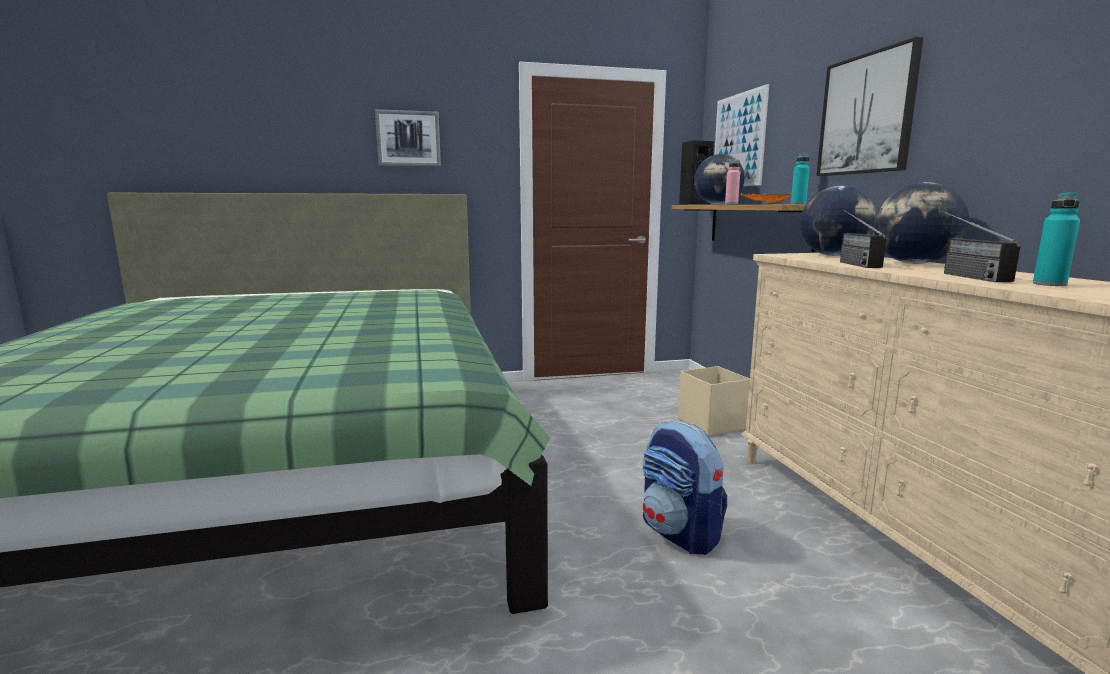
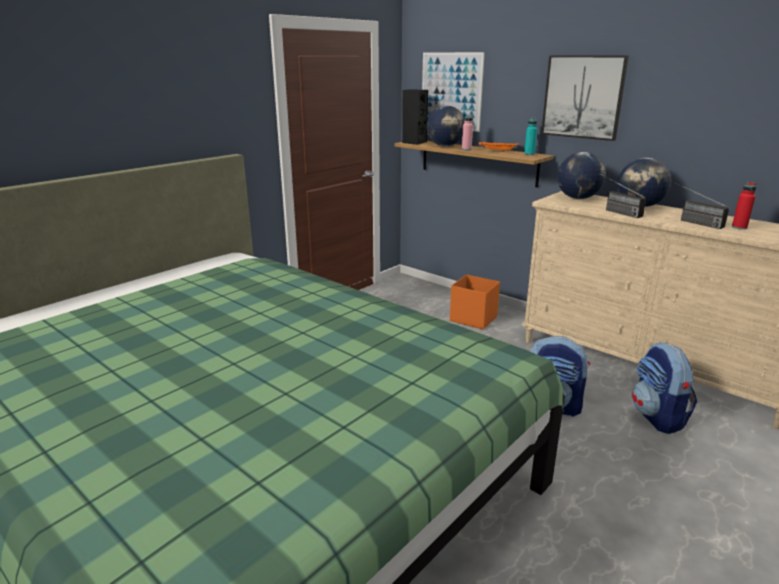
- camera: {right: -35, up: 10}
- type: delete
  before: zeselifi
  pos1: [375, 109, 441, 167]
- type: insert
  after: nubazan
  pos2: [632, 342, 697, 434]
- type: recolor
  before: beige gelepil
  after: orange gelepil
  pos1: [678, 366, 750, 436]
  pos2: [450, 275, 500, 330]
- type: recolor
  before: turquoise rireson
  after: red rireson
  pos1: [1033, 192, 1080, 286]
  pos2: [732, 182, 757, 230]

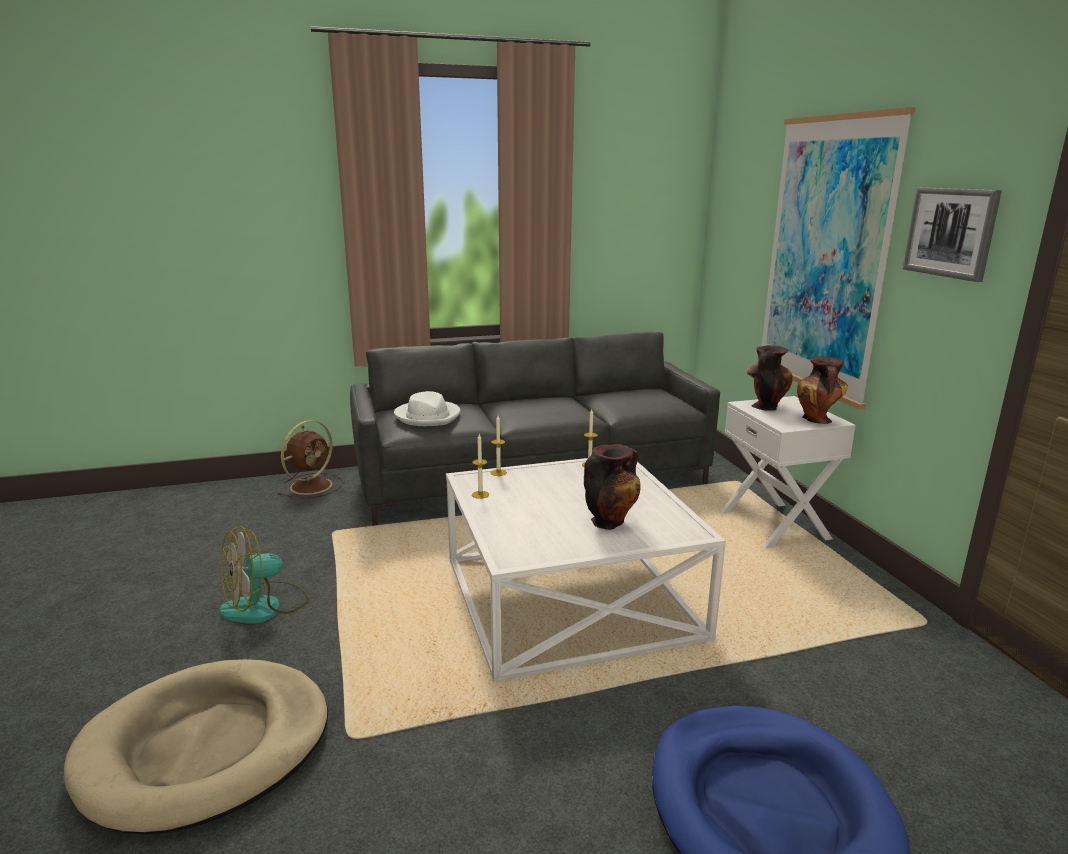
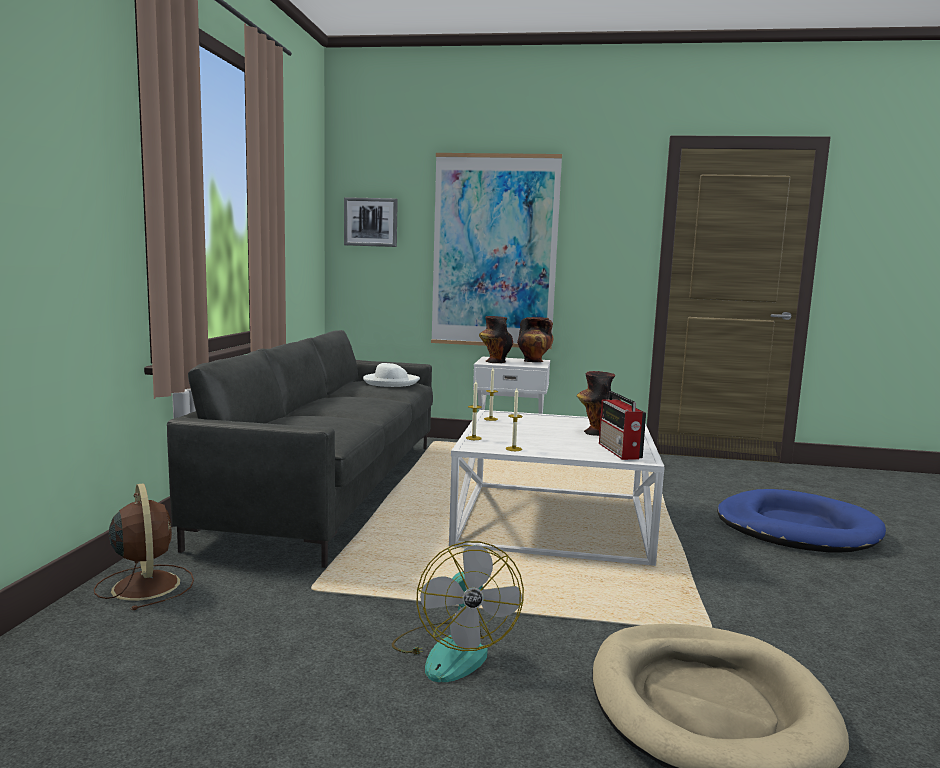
- camera: {right: -65, up: -10}
- type: insert
  after: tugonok
  pos2: [599, 391, 646, 460]
- type: move
  before: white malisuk
  pos1: [394, 391, 461, 426]
  pos2: [363, 363, 420, 387]
- type: move
  before: zeselifi
  pos1: [903, 187, 1002, 282]
  pos2: [344, 197, 398, 247]

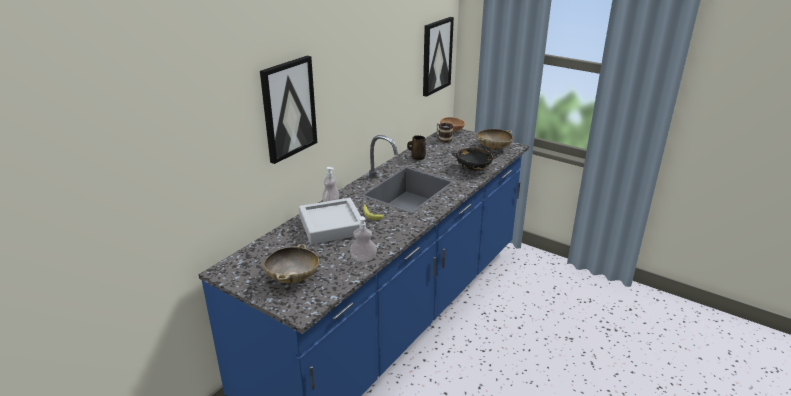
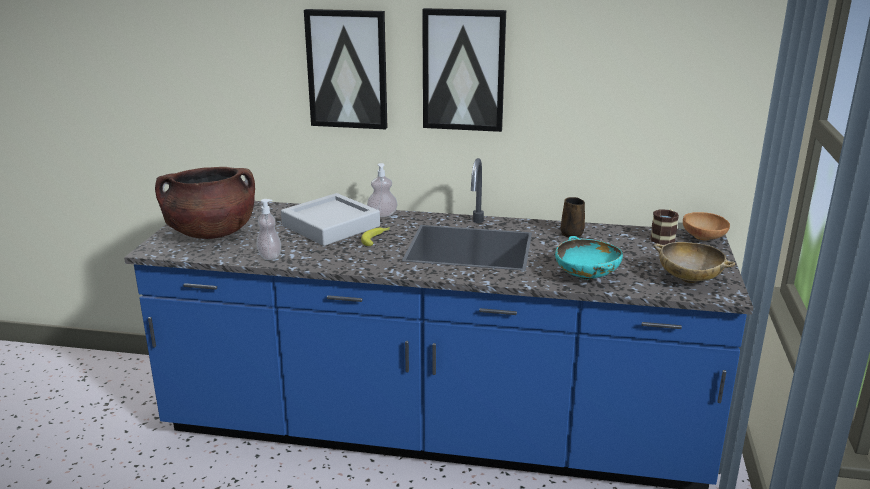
- camera: {right: 65, up: -5}
- type: move
  before: zeselifi
  pos1: [423, 17, 454, 97]
  pos2: [422, 8, 506, 132]
- type: replace
  before: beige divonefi
  after: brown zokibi
  pos1: [263, 244, 319, 283]
  pos2: [155, 167, 255, 239]
- type: recolor
  before: black divonefi
  after: turquoise divonefi
  pos1: [452, 148, 498, 171]
  pos2: [555, 236, 623, 280]

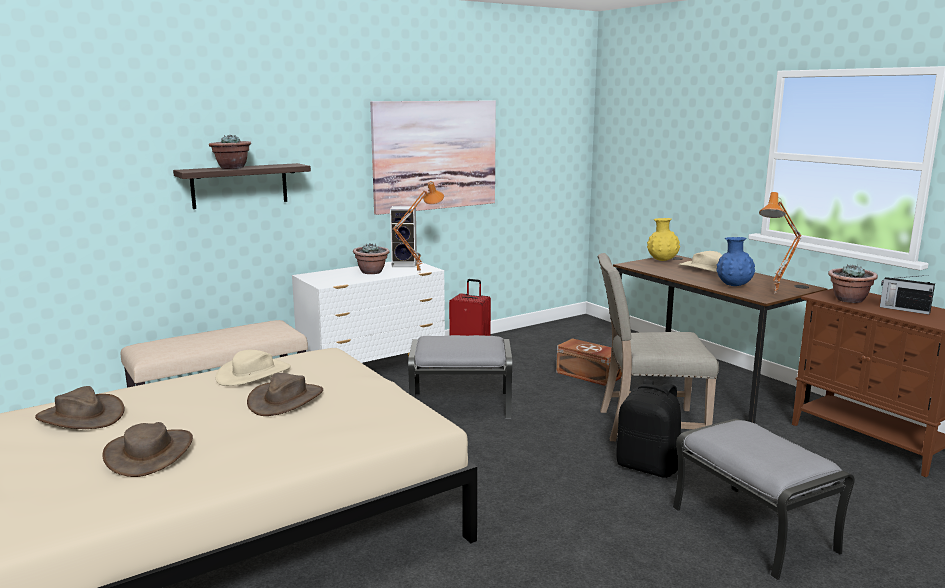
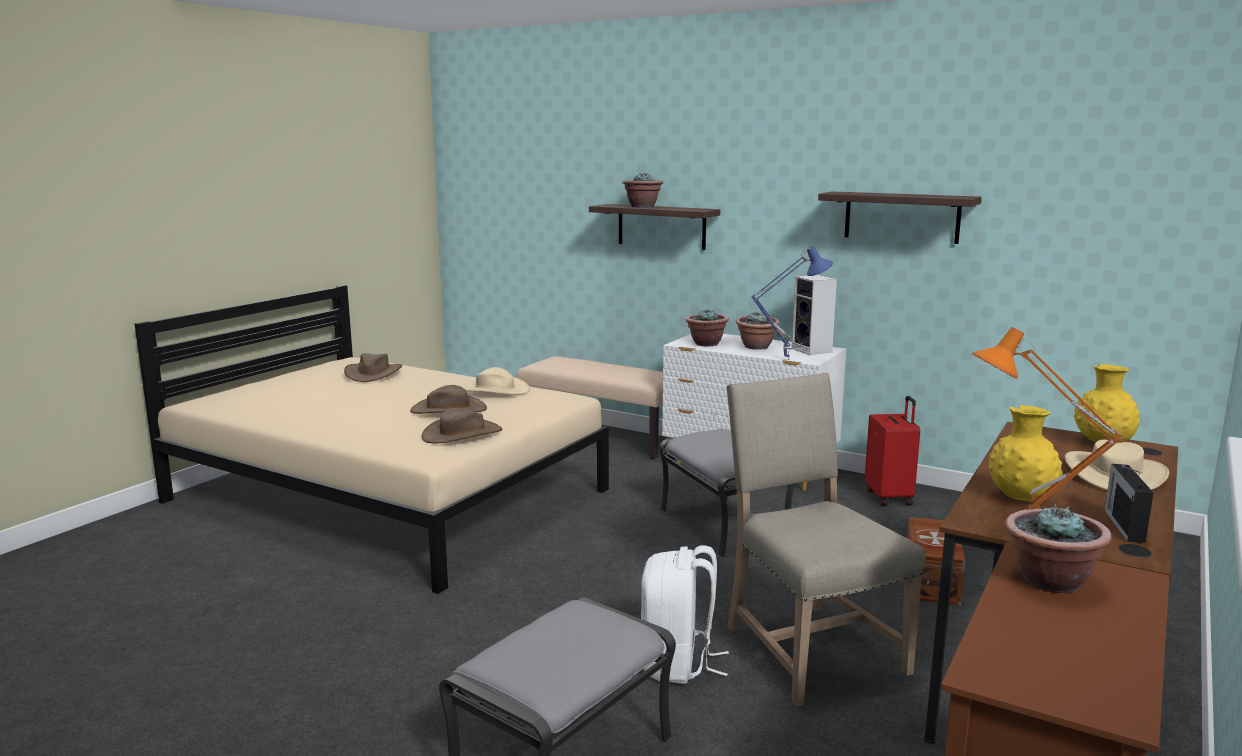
- camera: {right: 65, up: 0}
- type: insert
  after: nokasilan
  pos2: [685, 308, 729, 346]
- type: move
  before: brown malisuk
  pos1: [103, 422, 193, 477]
  pos2: [422, 408, 503, 443]
- type: move
  before: tugonok
  pos1: [880, 275, 935, 315]
  pos2: [1105, 464, 1154, 543]
- type: replace
  before: zeselifi
  after: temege
  pos1: [370, 101, 496, 215]
  pos2: [818, 191, 982, 244]
- type: recolor
  before: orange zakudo
  after: blue zakudo
  pos1: [392, 181, 444, 273]
  pos2: [751, 246, 833, 360]
- type: recolor
  before: black nubazan
  after: white nubazan
  pos1: [616, 379, 681, 478]
  pos2: [641, 545, 729, 684]
- type: recolor
  before: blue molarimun
  after: yellow molarimun
  pos1: [716, 237, 755, 286]
  pos2: [988, 405, 1063, 502]

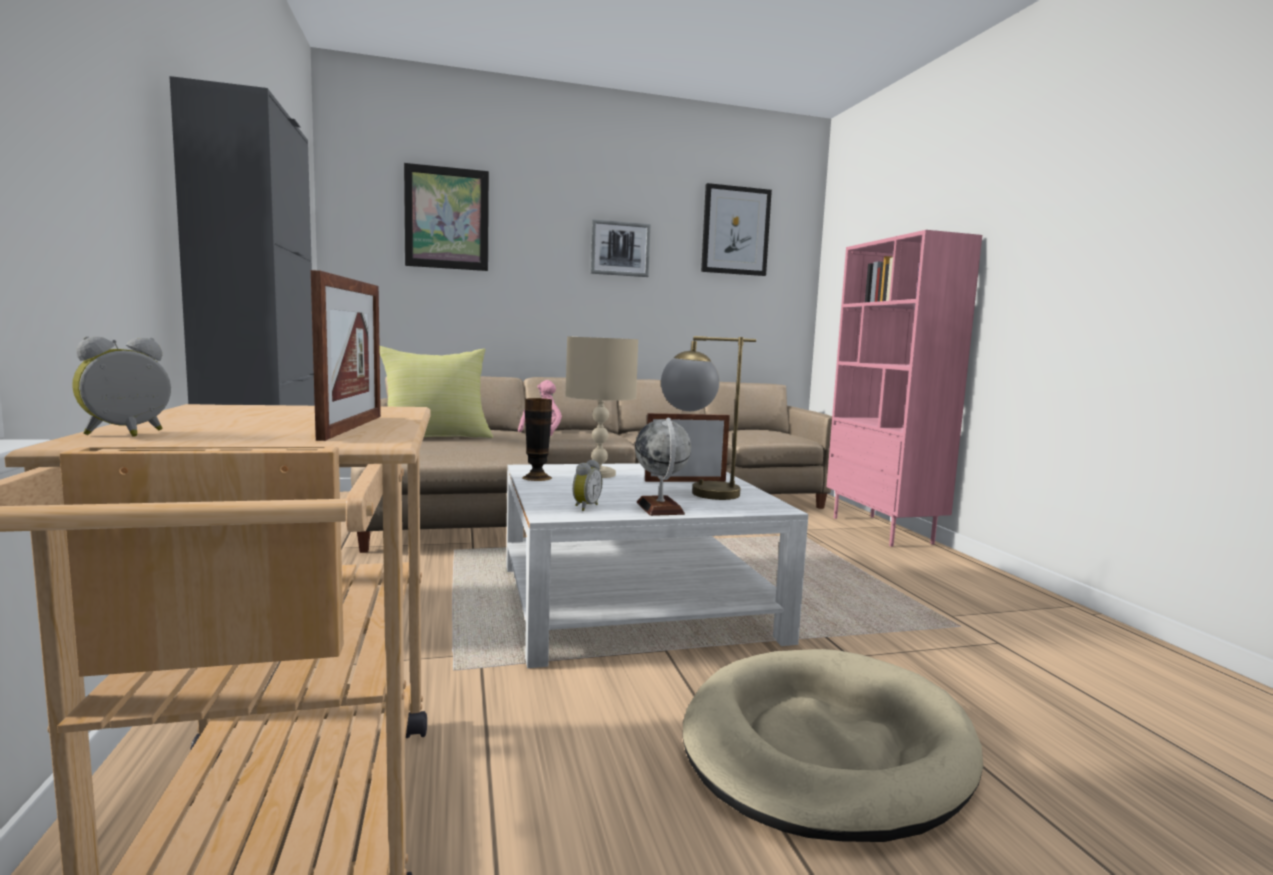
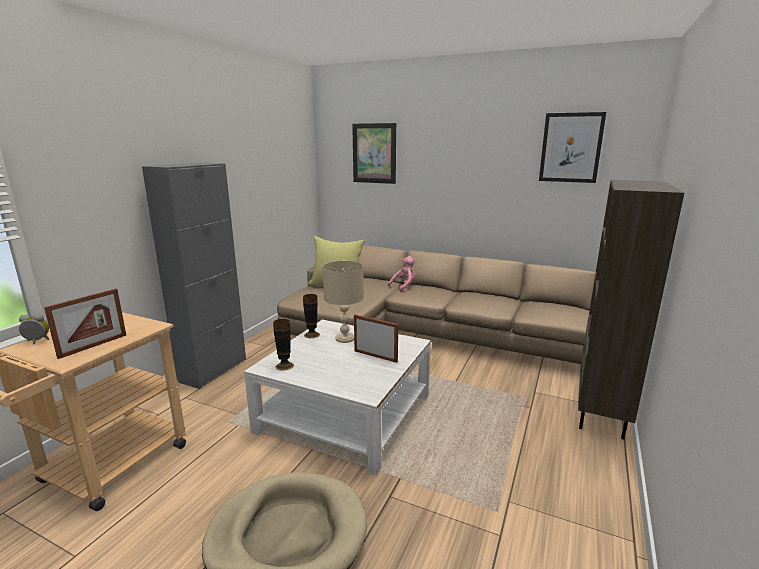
- camera: {right: 40, up: 10}
- type: delete
  before: zeselifi
  pos1: [590, 219, 651, 277]
- type: delete
  before: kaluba
  pos1: [635, 418, 691, 516]
- type: delete
  before: zakudo
  pos1: [661, 336, 756, 500]
- type: replace
  before: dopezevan
  after: molarimun
  pos1: [572, 460, 602, 511]
  pos2: [273, 319, 294, 371]
- type: recolor
  before: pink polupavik
  after: brown polupavik
  pos1: [827, 230, 982, 547]
  pos2: [578, 180, 684, 440]

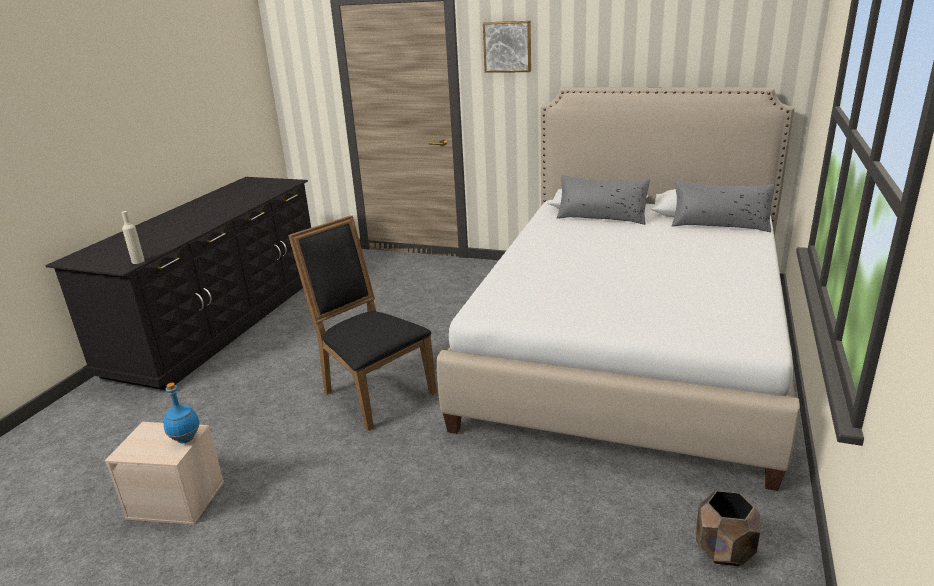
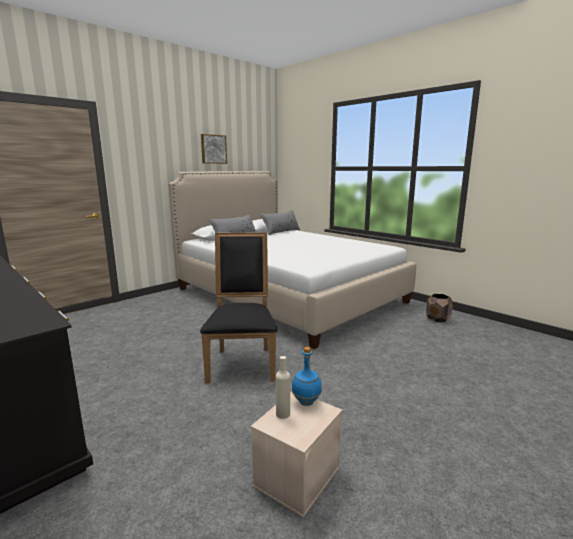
- camera: {right: -65, up: -10}
- type: move
  before: beige rireson
  pos1: [121, 211, 145, 264]
  pos2: [276, 356, 290, 419]
- type: move
  before: zeselifi
  pos1: [483, 21, 531, 73]
  pos2: [201, 134, 227, 164]
- type: rotate
  before: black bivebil
  pos1: [288, 215, 437, 431]
  pos2: [200, 232, 277, 384]
  turn: 105

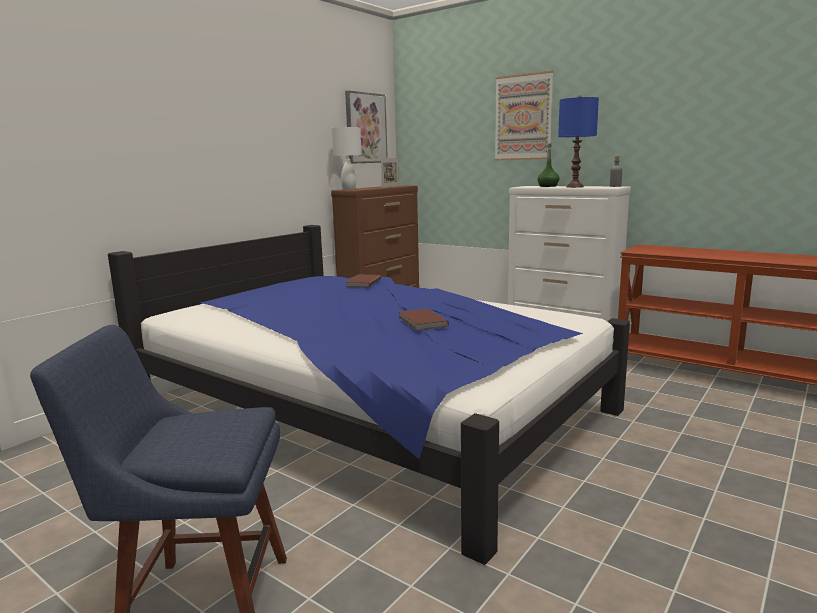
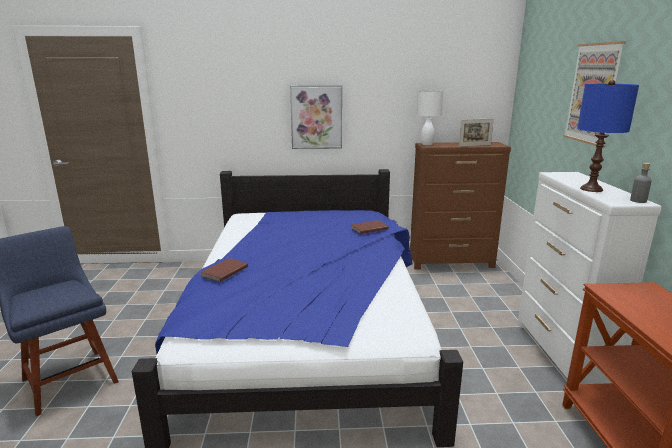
- camera: {right: 50, up: 5}
- type: delete
  before: green rireson
  pos1: [537, 143, 560, 187]
- type: move
  before: zeselifi
  pos1: [345, 90, 388, 164]
  pos2: [290, 85, 342, 149]
- type: move
  before: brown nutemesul
  pos1: [399, 309, 449, 331]
  pos2: [201, 258, 248, 282]

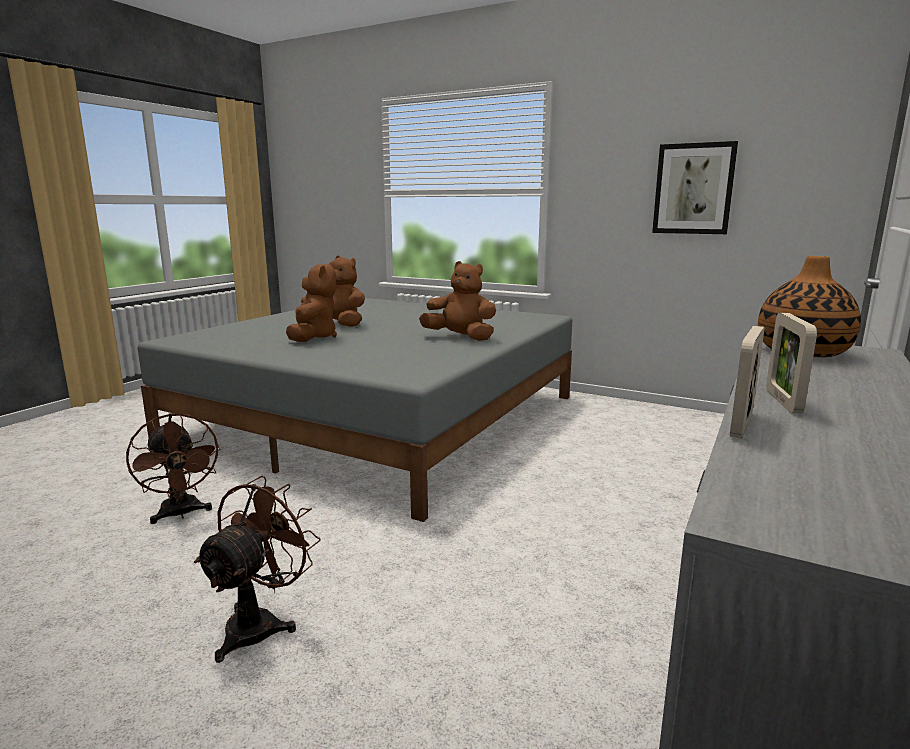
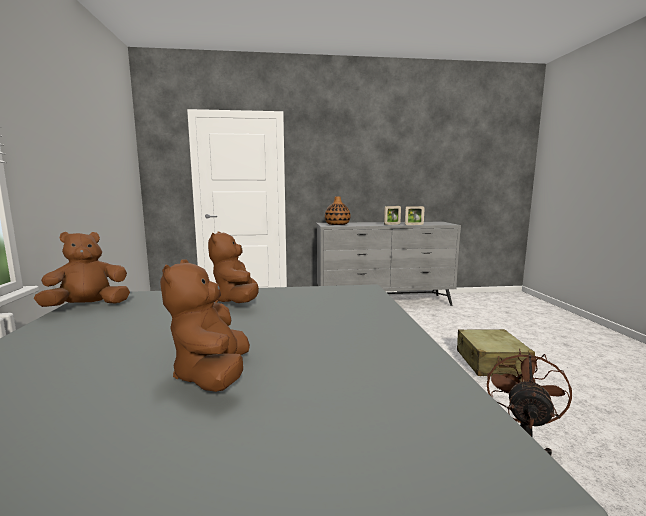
- camera: {right: -125, up: -5}
- type: delete
  before: zeselifi
  pos1: [652, 141, 738, 234]
- type: move
  before: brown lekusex
  pos1: [286, 262, 337, 342]
  pos2: [34, 232, 130, 307]
- type: replace
  before: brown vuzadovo
  after: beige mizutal
  pos1: [194, 476, 321, 663]
  pos2: [457, 329, 535, 377]

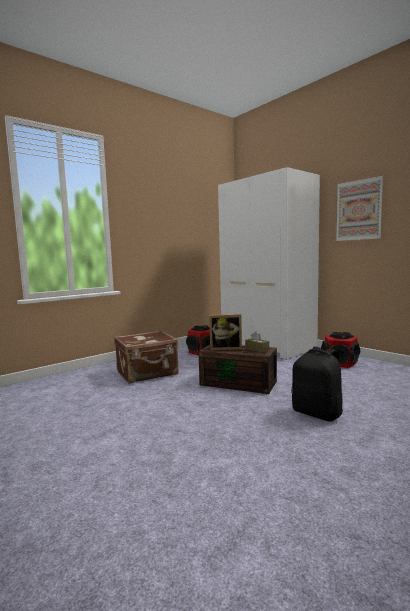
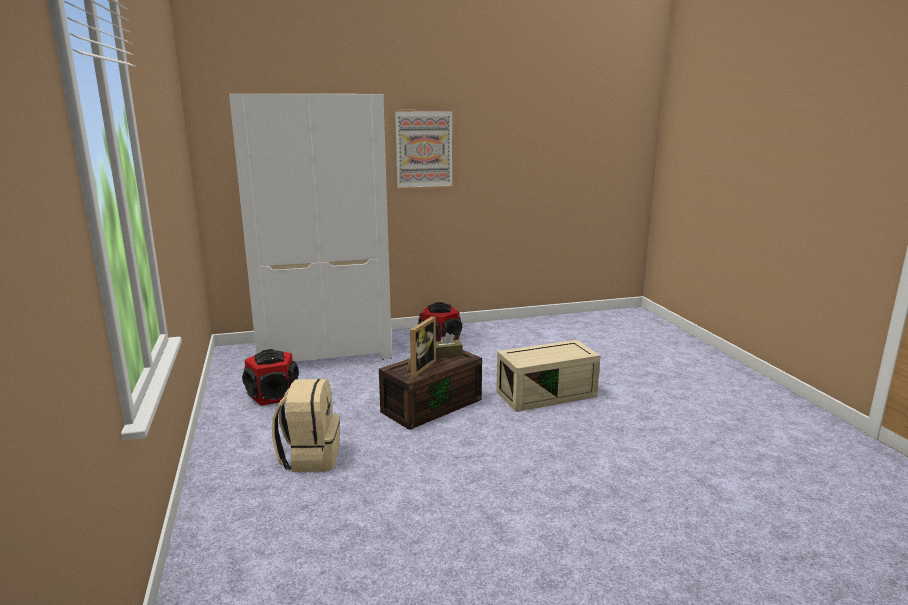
- camera: {right: -65, up: 10}
- type: replace
  before: brown mizutal
  after: beige nubazan
  pos1: [114, 330, 179, 384]
  pos2: [272, 379, 340, 472]
- type: replace
  before: black nubazan
  after: beige gelepil
  pos1: [291, 347, 343, 422]
  pos2: [496, 340, 601, 412]

